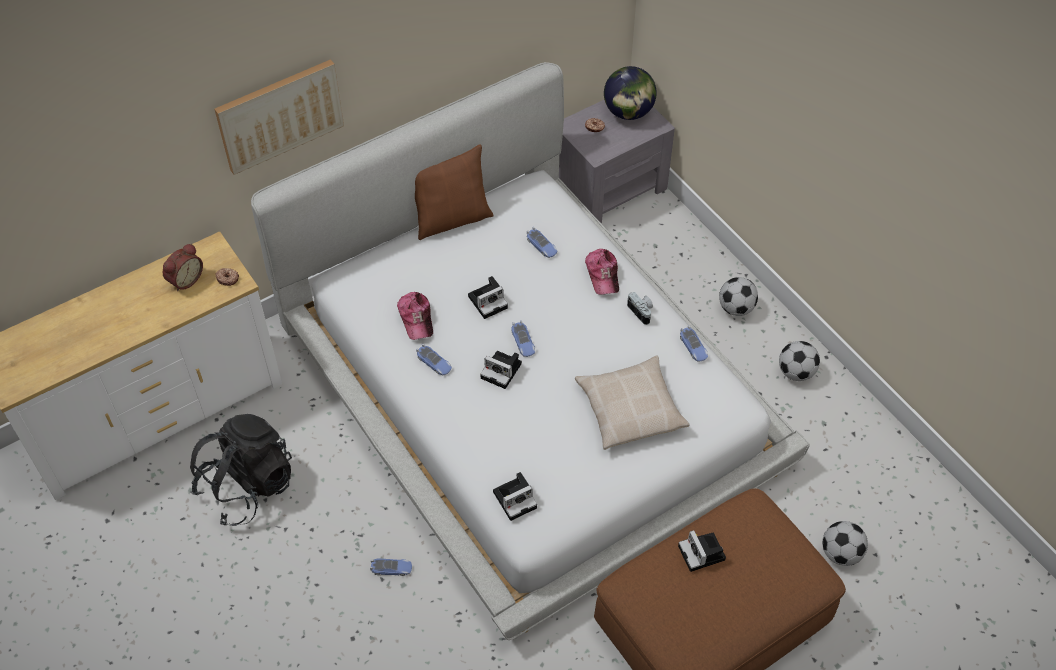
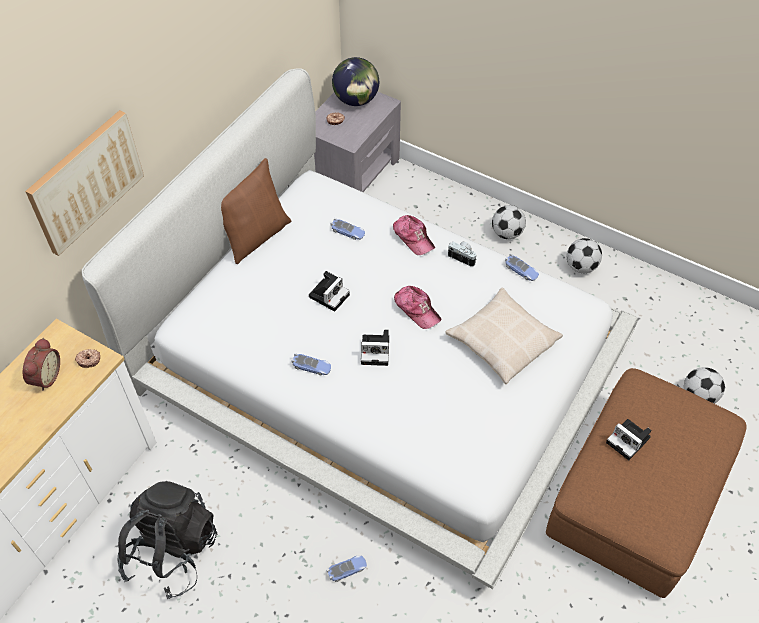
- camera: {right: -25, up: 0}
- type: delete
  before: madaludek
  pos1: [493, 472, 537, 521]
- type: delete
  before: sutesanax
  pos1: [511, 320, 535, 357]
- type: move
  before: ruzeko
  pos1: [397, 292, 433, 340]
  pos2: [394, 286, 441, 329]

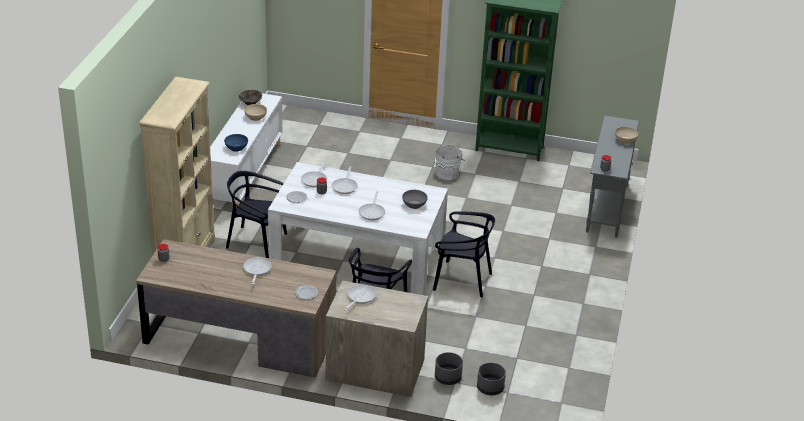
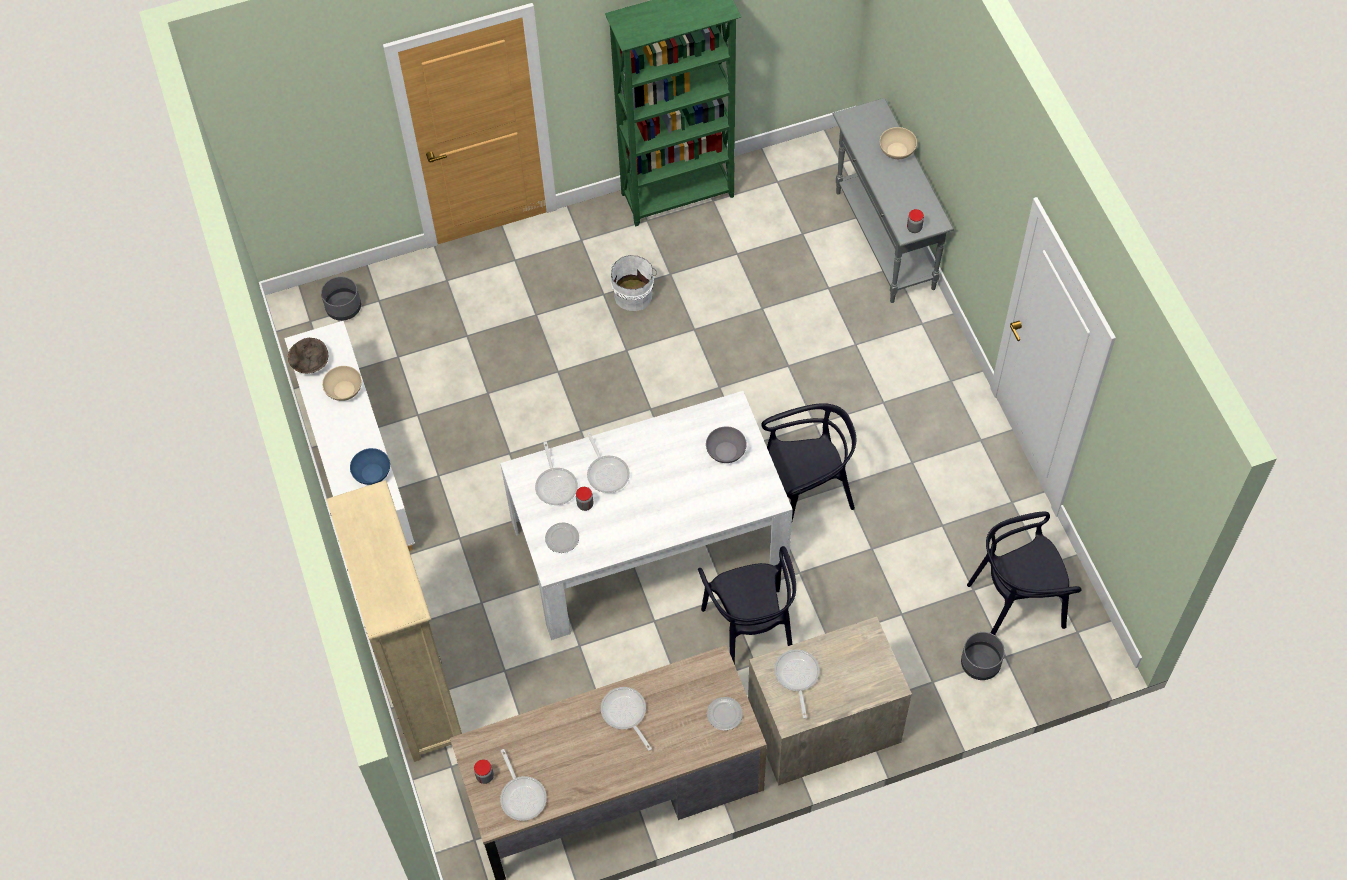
- camera: {right: -30, up: 25}
- type: move
  before: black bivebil
  pos1: [226, 171, 287, 258]
  pos2: [967, 512, 1082, 635]
- type: move
  before: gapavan
  pos1: [358, 191, 385, 220]
  pos2: [500, 749, 547, 821]
- type: move
  before: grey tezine
  pos1: [435, 352, 463, 385]
  pos2: [321, 276, 361, 321]

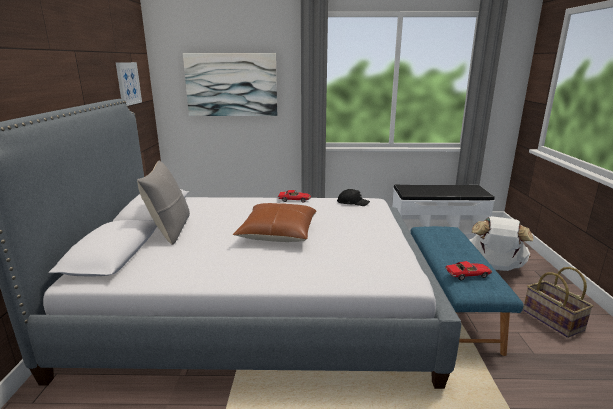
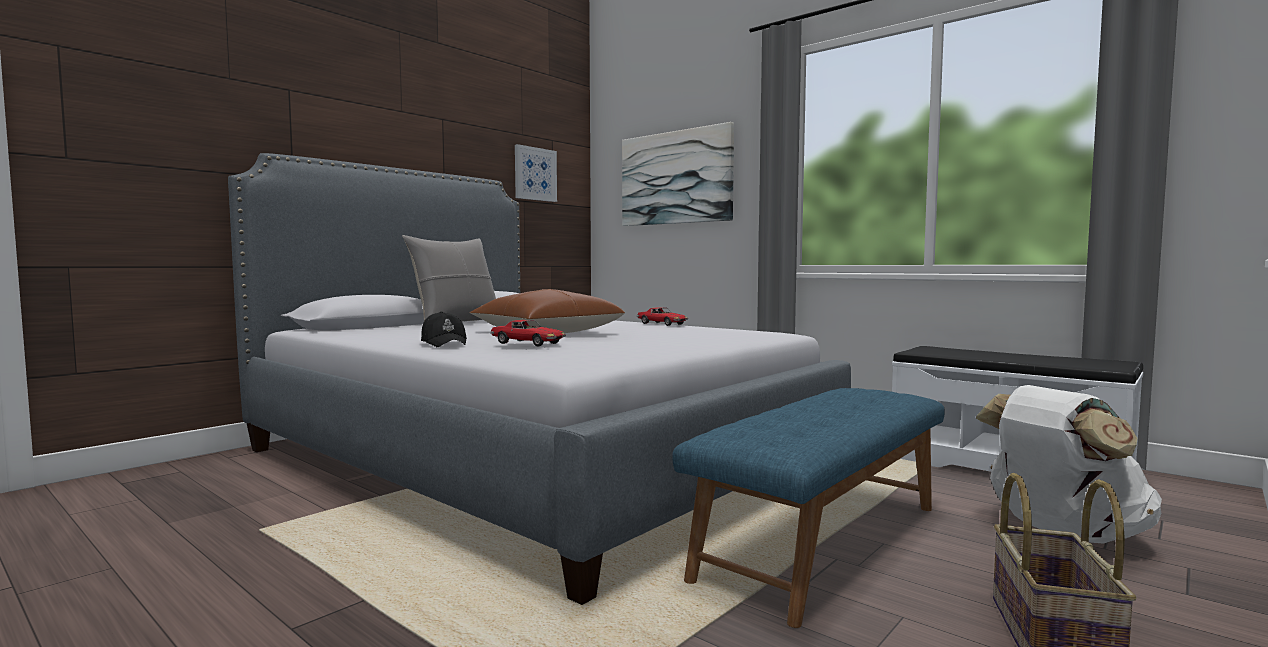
- camera: {right: 40, up: -15}
- type: move
  before: black ruzeko
  pos1: [337, 189, 370, 206]
  pos2: [421, 311, 467, 347]
- type: move
  before: sutesanax
  pos1: [445, 261, 492, 281]
  pos2: [490, 320, 566, 347]

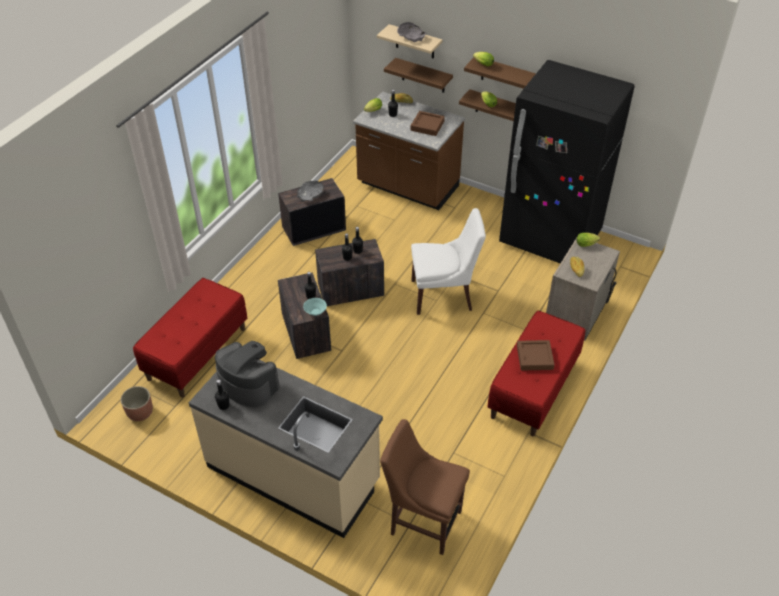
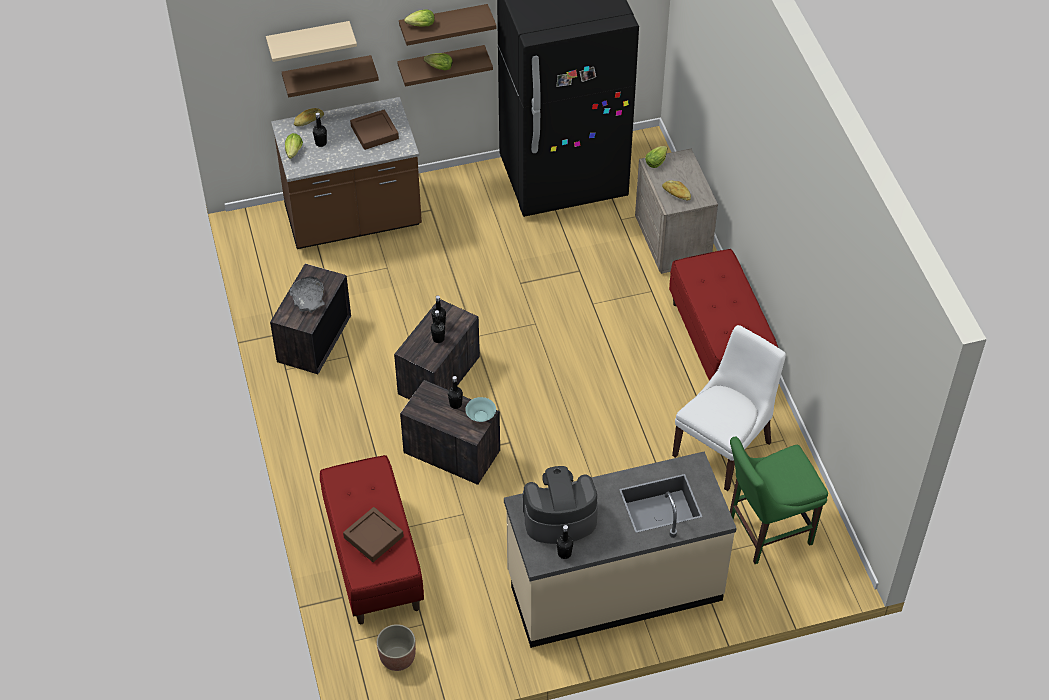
- camera: {right: -45, up: 5}
- type: delete
  before: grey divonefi
  pos1: [397, 22, 427, 42]
- type: move
  before: white bivebil
  pos1: [411, 208, 486, 315]
  pos2: [672, 325, 786, 491]
- type: move
  before: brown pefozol
  pos1: [517, 340, 555, 371]
  pos2: [343, 507, 404, 562]
- type: recolor
  before: brown bivebil
  after: green bivebil
  pos1: [380, 419, 470, 555]
  pos2: [730, 436, 828, 564]

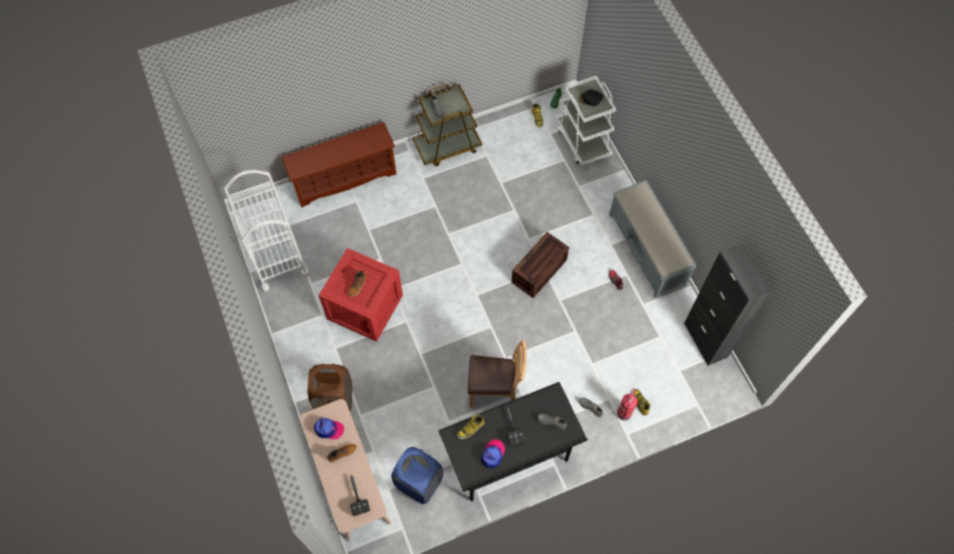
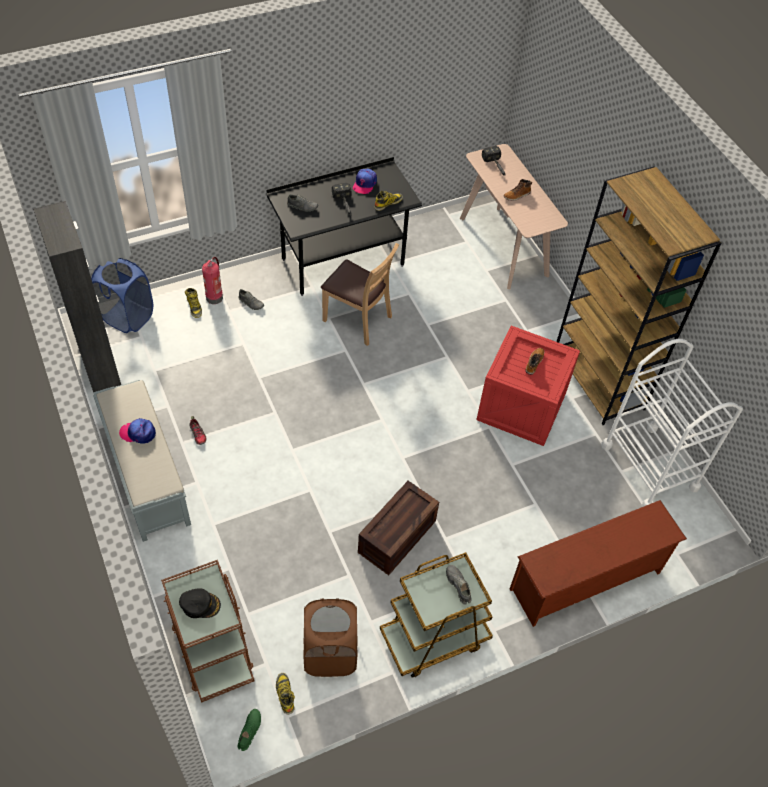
- camera: {right: 175, up: -10}
- type: insert
  after: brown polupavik
  pos2: [556, 166, 722, 425]
- type: move
  before: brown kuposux
  pos1: [308, 363, 352, 411]
  pos2: [303, 598, 357, 677]
- type: move
  before: ruzeko
  pos1: [314, 418, 344, 439]
  pos2: [119, 418, 156, 444]
- type: move
  before: blue kuposux
  pos1: [391, 447, 443, 504]
  pos2: [91, 258, 153, 333]
- type: move
  before: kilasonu
  pos1: [512, 232, 569, 298]
  pos2: [358, 481, 439, 575]
- type: recolor
  before: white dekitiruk
  after: brown dekitiruk
  pos1: [556, 76, 616, 166]
  pos2: [161, 560, 255, 703]
- type: rotate
  before: brown bivebil
  pos1: [468, 340, 527, 408]
  pos2: [321, 243, 399, 346]
  turn: -150

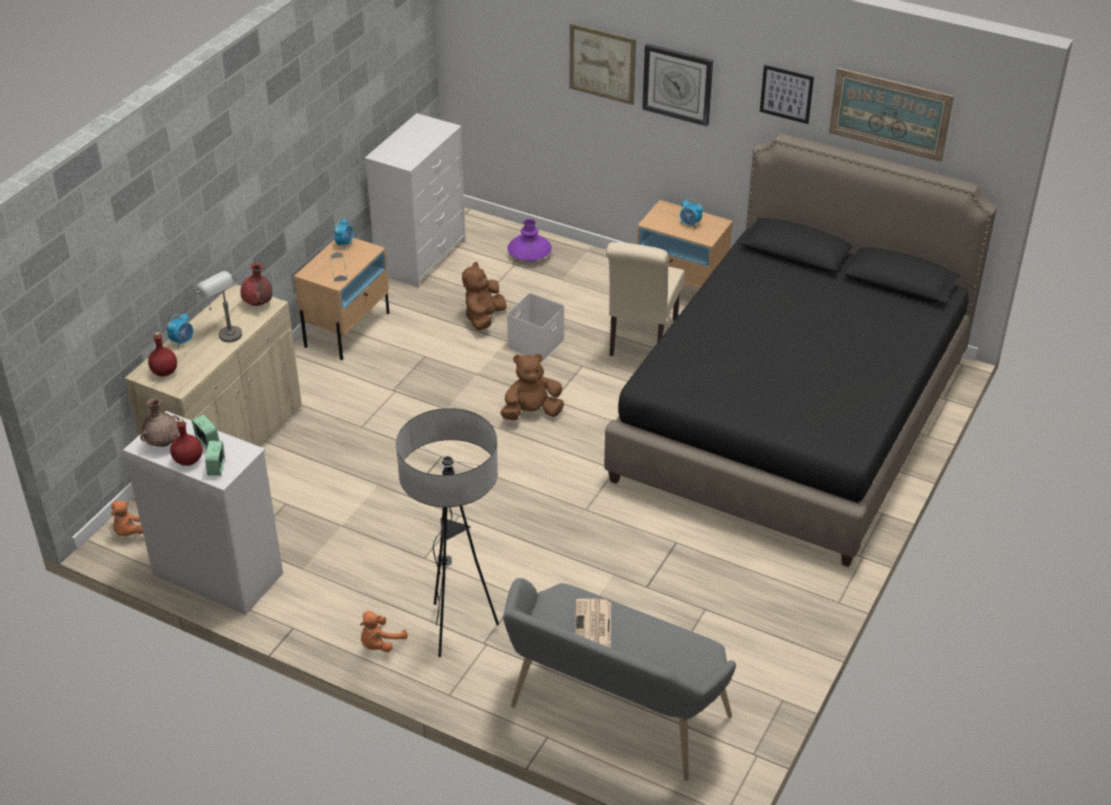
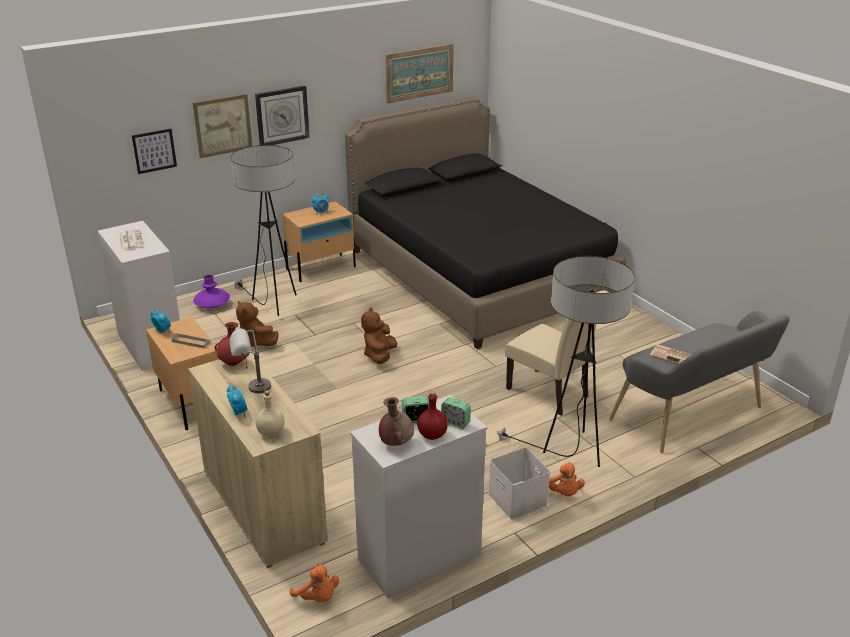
- camera: {right: -60, up: -10}
- type: insert
  after: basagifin
  pos2: [119, 229, 143, 251]
- type: insert
  after: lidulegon
  pos2: [231, 145, 296, 316]
- type: move
  before: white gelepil
  pos1: [507, 293, 565, 362]
  pos2: [488, 447, 550, 520]
- type: move
  before: beige bivebil
  pos1: [606, 242, 685, 356]
  pos2: [505, 290, 610, 416]
- type: move
  before: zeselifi
  pos1: [760, 65, 814, 124]
  pos2: [132, 129, 177, 174]
- type: recolor
  before: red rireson
  after: beige rireson
  pos1: [148, 332, 177, 377]
  pos2: [256, 390, 285, 437]

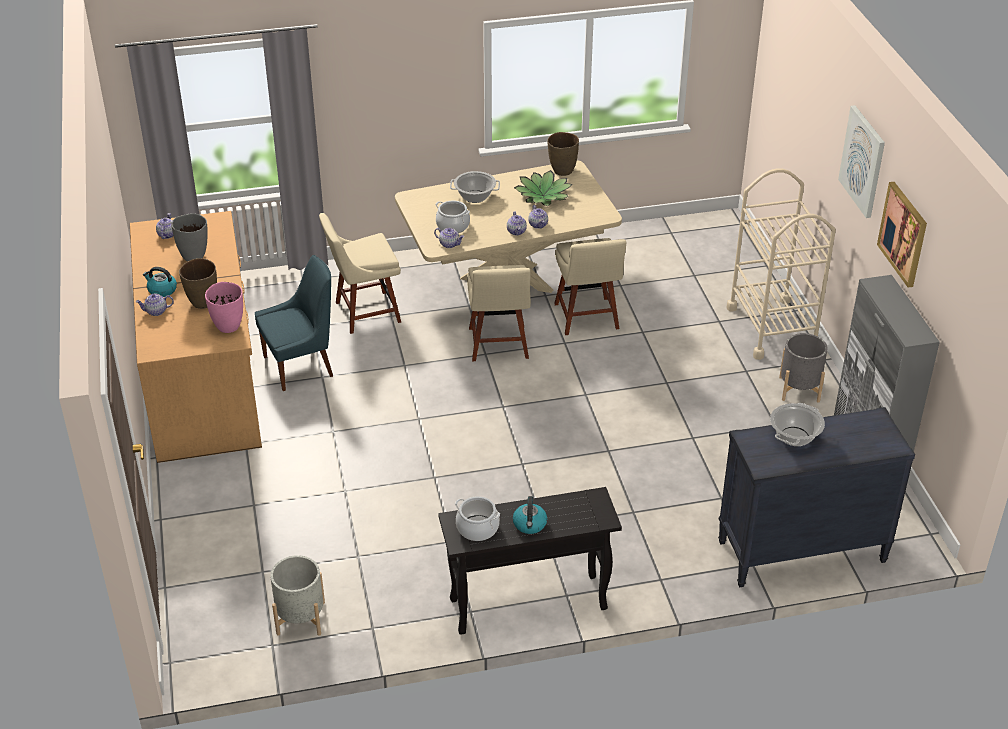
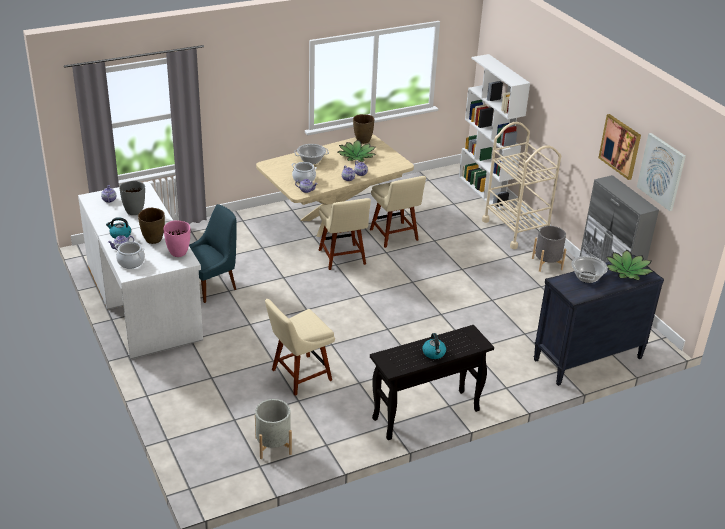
- camera: {right: -15, up: -5}
- type: insert
  after: white polupavik
  pos2: [459, 54, 530, 211]
- type: insert
  after: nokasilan
  pos2: [606, 250, 654, 281]
- type: move
  before: beige bivebil
  pos1: [319, 213, 401, 334]
  pos2: [265, 299, 335, 396]
- type: move
  before: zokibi
  pos1: [455, 496, 500, 541]
  pos2: [115, 242, 145, 269]
- type: move
  before: zeselifi
  pos1: [838, 105, 885, 218]
  pos2: [637, 133, 686, 211]
- type: recolor
  before: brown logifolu
  after: white logifolu
  pos1: [130, 211, 262, 463]
  pos2: [78, 181, 203, 359]

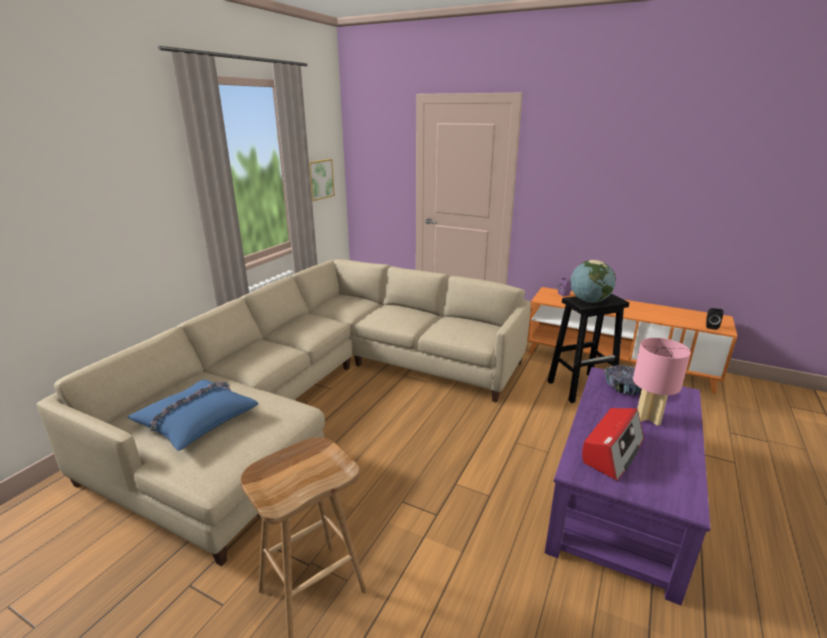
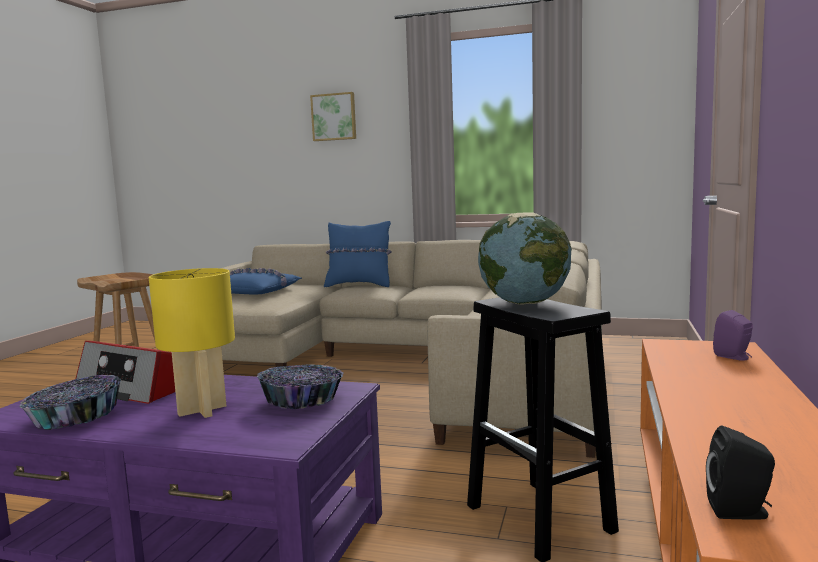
- camera: {right: 80, up: -15}
- type: insert
  after: divonefi
  pos2: [20, 375, 122, 430]
- type: insert
  after: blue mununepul
  pos2: [324, 221, 392, 287]
- type: move
  before: zeselifi
  pos1: [309, 159, 335, 201]
  pos2: [310, 92, 356, 141]
- type: recolor
  before: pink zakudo
  after: yellow zakudo
  pos1: [633, 338, 691, 426]
  pos2: [149, 268, 235, 418]

